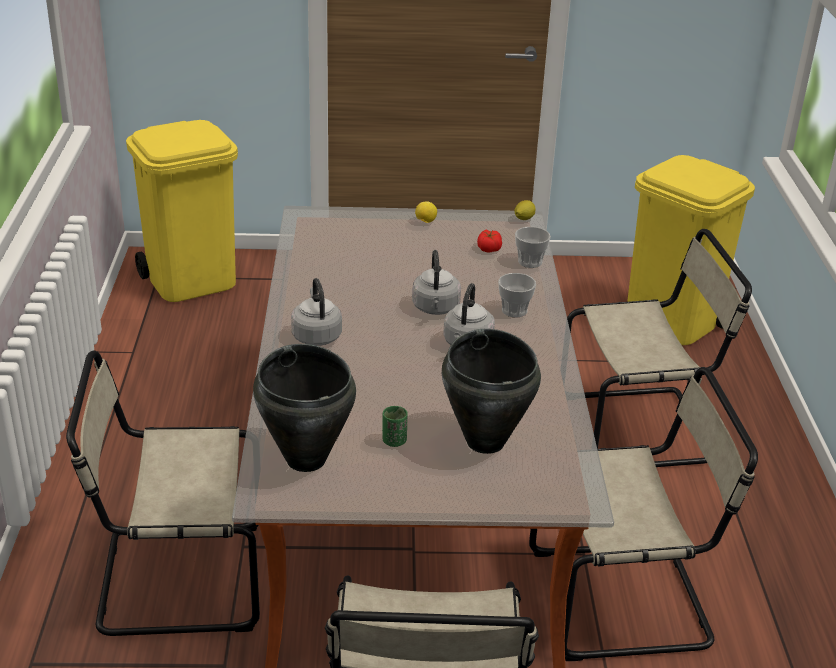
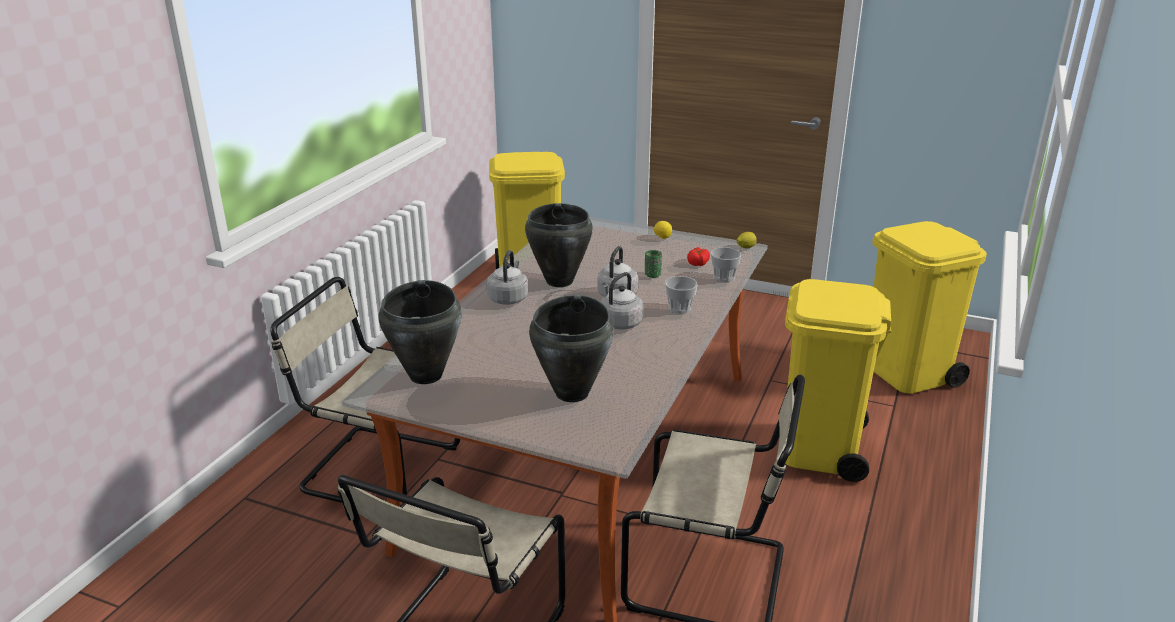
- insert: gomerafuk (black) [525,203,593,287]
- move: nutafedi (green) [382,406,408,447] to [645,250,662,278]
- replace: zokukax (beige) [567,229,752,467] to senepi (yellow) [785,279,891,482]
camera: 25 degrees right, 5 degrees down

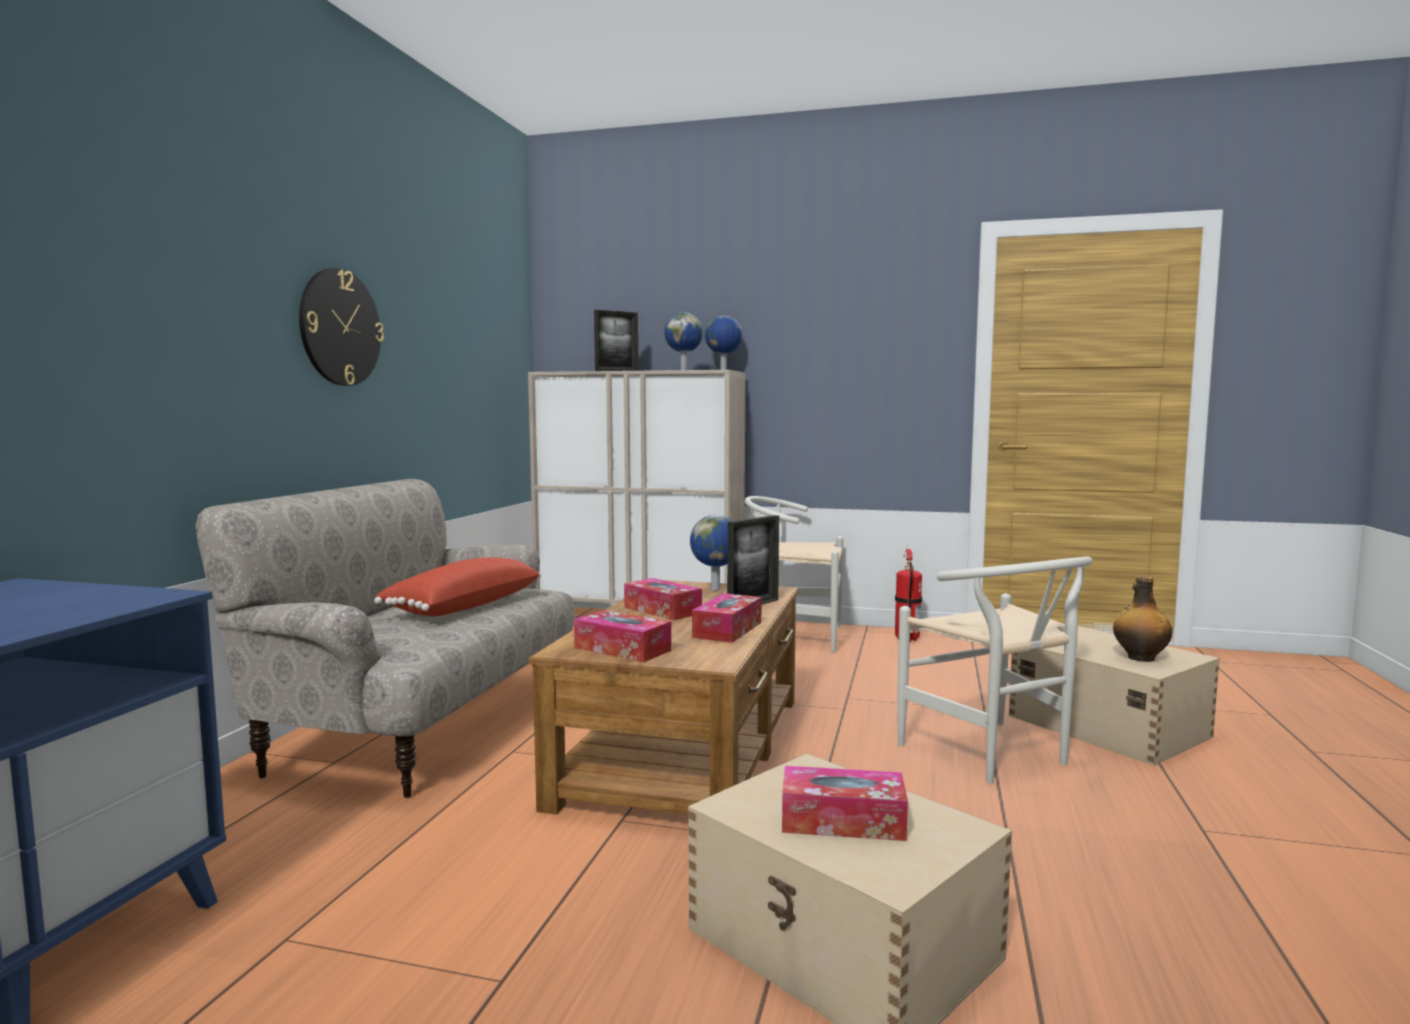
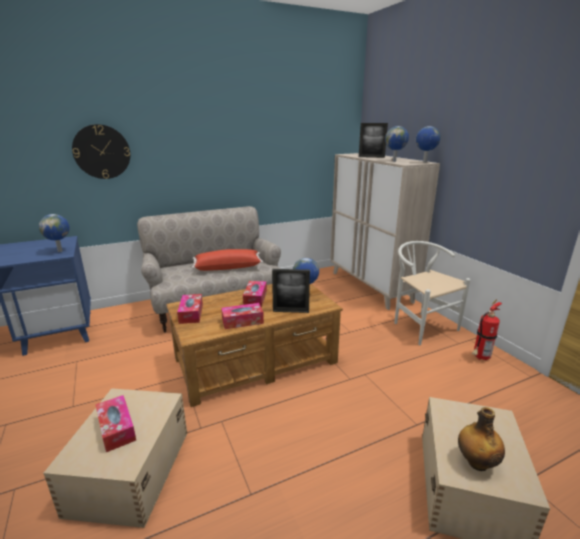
- delete: zokukax (white) [897,557,1093,783]
- insert: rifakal [39,214,70,252]
- move: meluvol [299,268,384,386] to [72,124,130,179]
camera: 50 degrees right, 15 degrees up

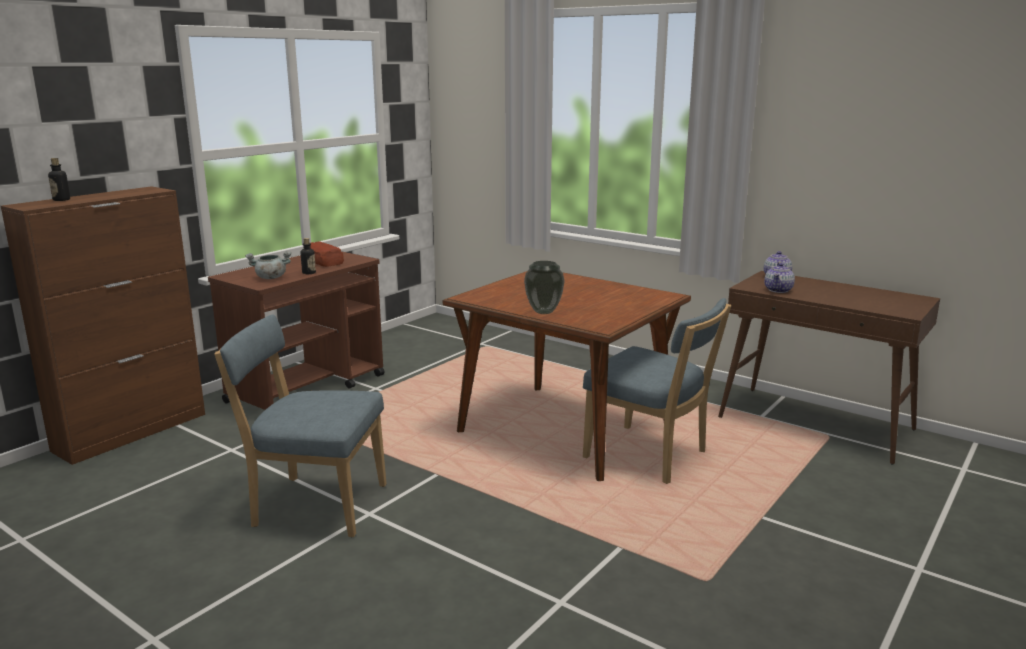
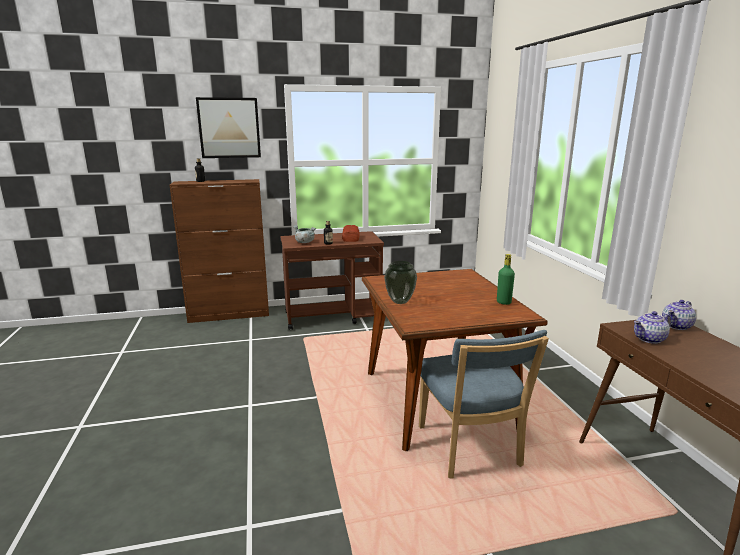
- delete: zokukax (blue) [214,314,387,537]
- insert: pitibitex [196,97,261,158]
- insert: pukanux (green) [497,254,515,305]
camera: 40 degrees right, 0 degrees up

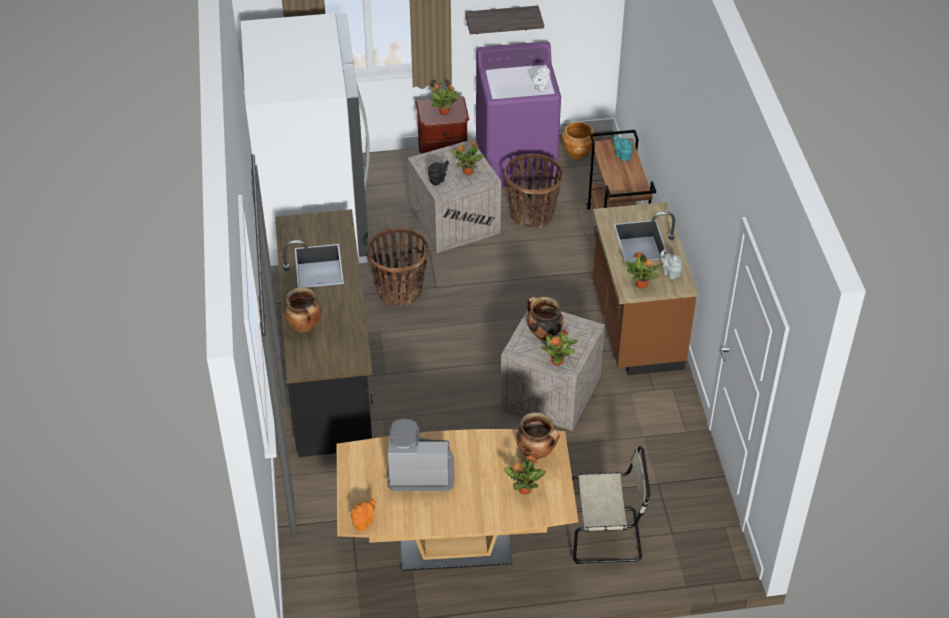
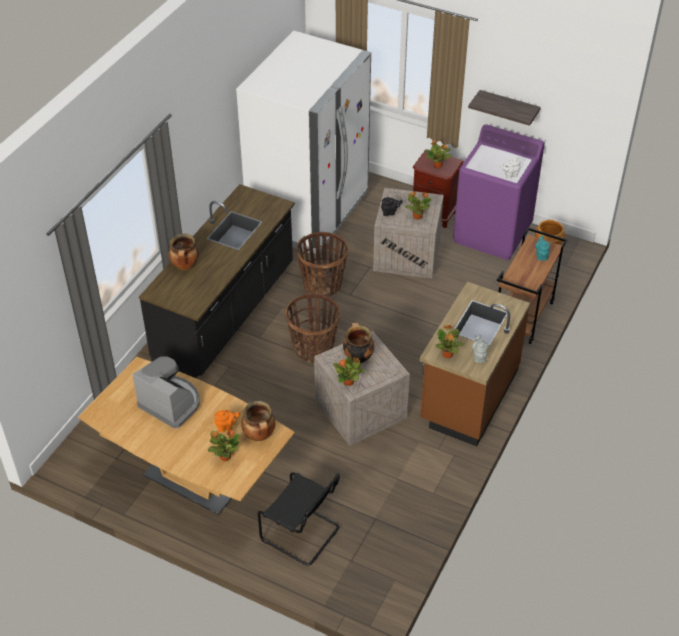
- move: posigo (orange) [351,499,376,532] to [214,410,240,432]
- move: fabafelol [505,154,563,228] to [286,293,340,363]
- recolor: zokukax (beige) [572,446,650,564] to zokukax (black) [258,472,340,566]
camera: 35 degrees right, 0 degrees up

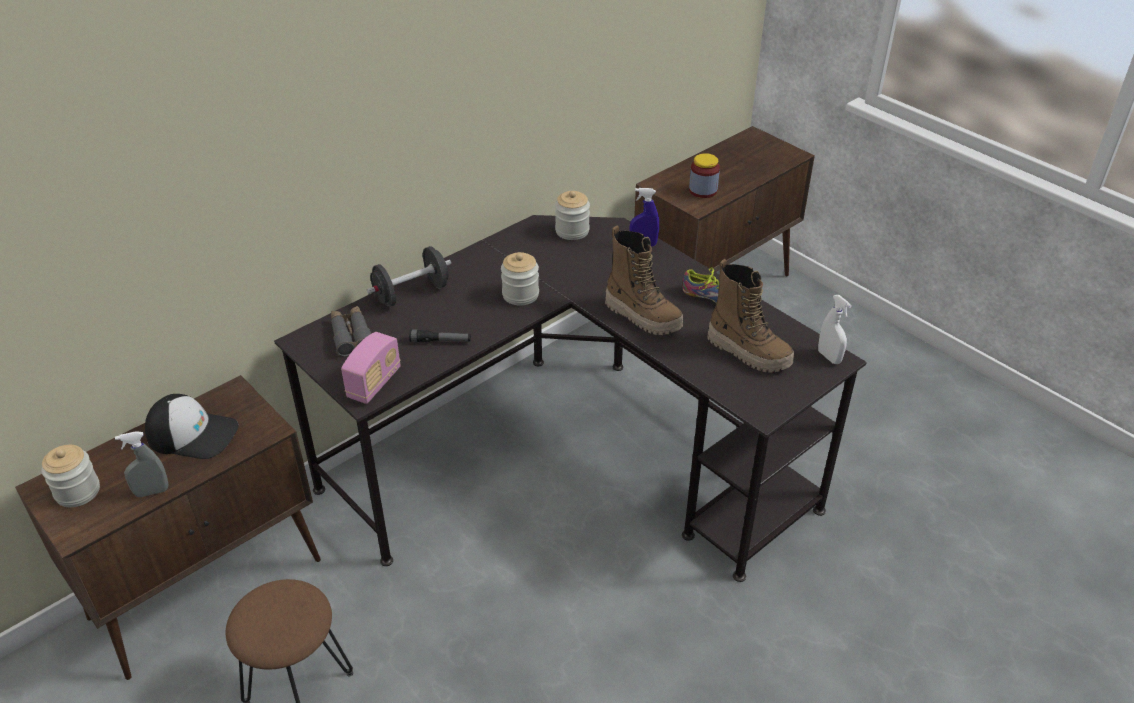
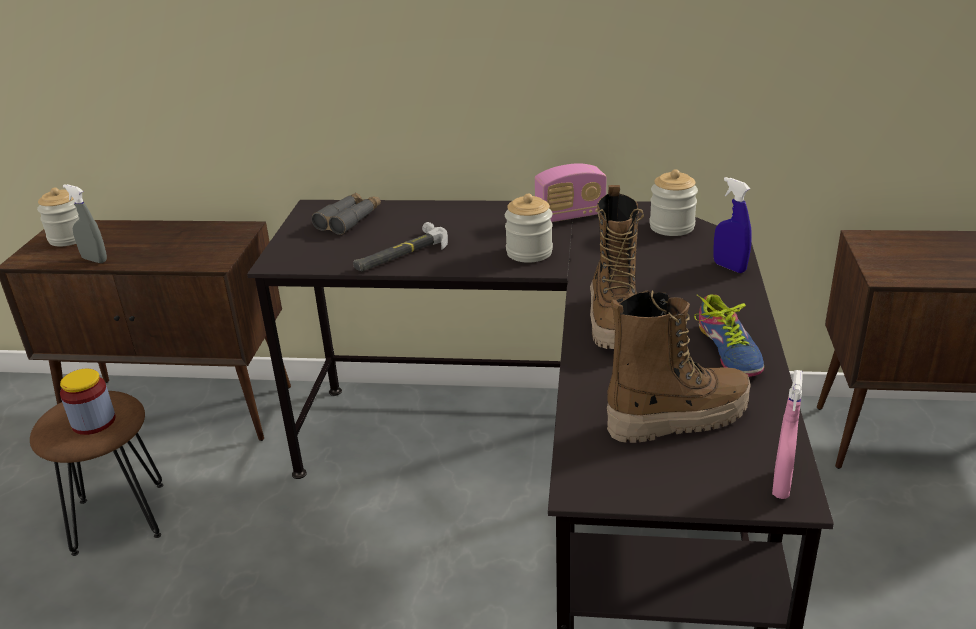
- delete: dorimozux [145,394,239,459]
- delete: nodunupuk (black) [367,246,451,307]
- move: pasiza [341,332,401,404] to [535,163,607,222]
- move: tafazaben [689,153,720,198] to [60,369,116,435]
- replace: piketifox [409,329,471,342] to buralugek [353,222,448,271]
- recolor: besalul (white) [818,295,852,364] to besalul (pink) [772,370,803,499]
- rotate: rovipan [707,259,794,373] = [607,290,751,443] 105 degrees counterclockwise
camera: 50 degrees right, 10 degrees down

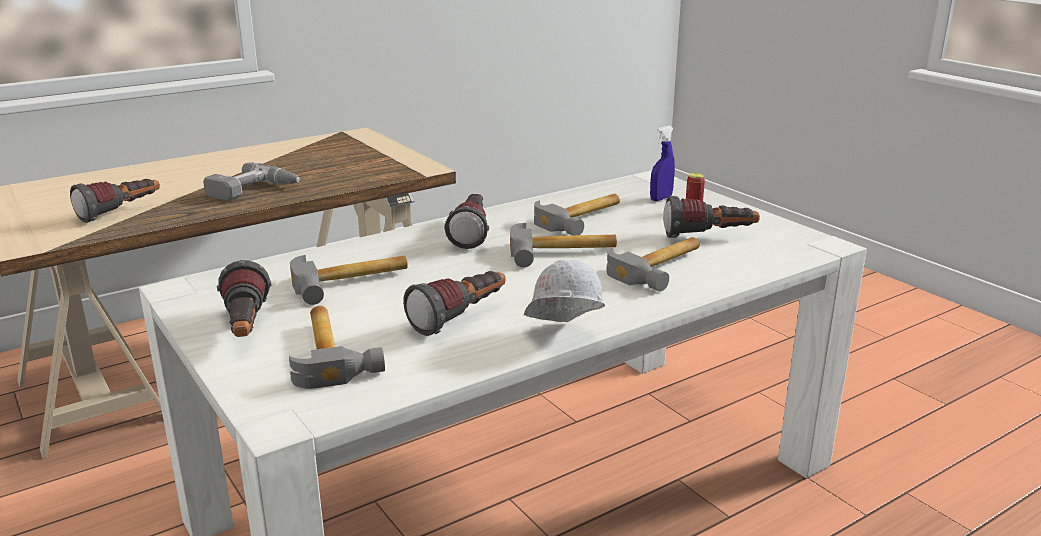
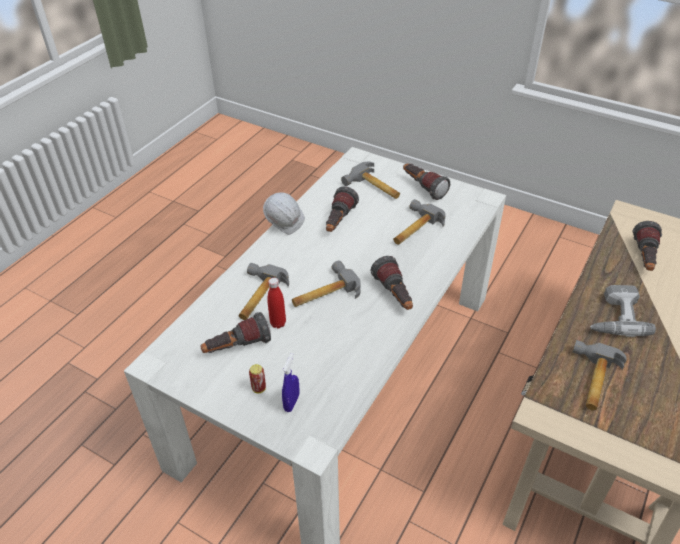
- insert: pukanux (red) [267,278,286,328]
- move: buralugek [534,194,620,235] to [572,340,627,411]
camera: 155 degrees right, 20 degrees up

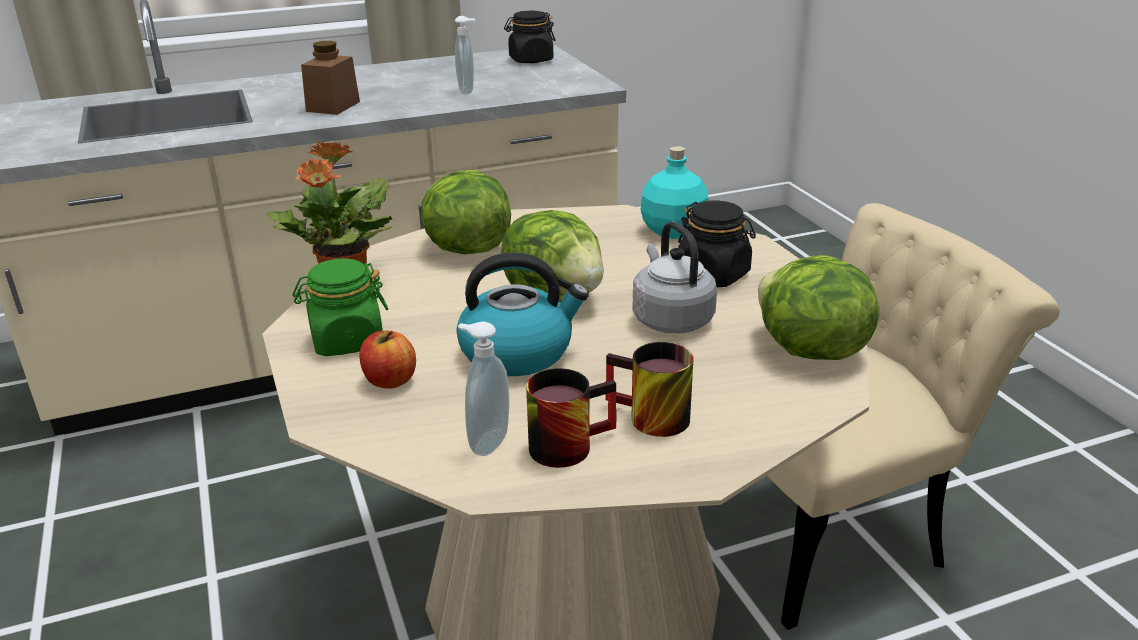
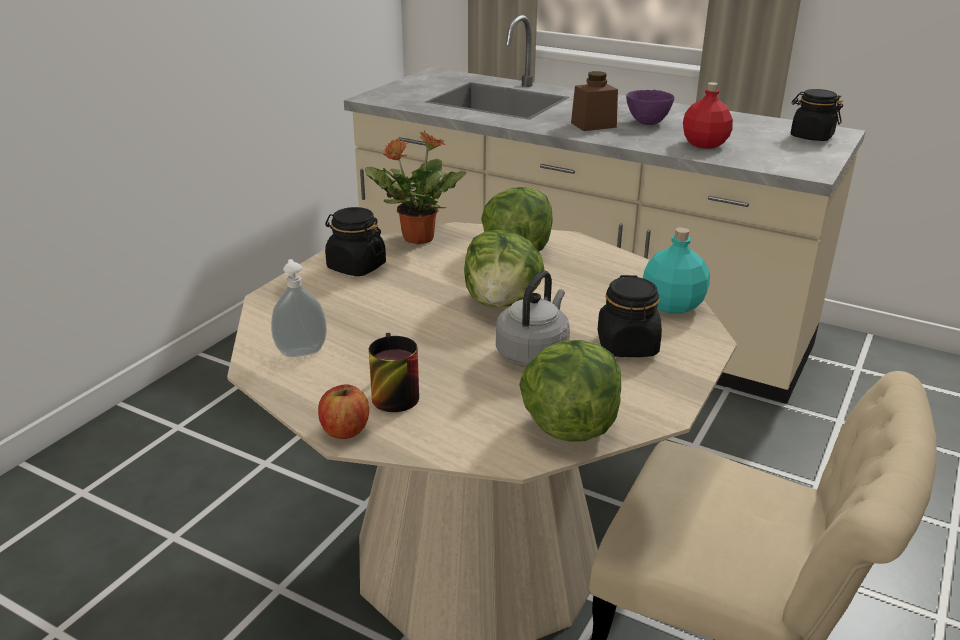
- delete: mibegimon [457,252,589,376]
- delete: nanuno [526,368,617,468]
- insert: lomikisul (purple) [626,90,674,125]
- move: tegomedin [359,331,416,389] to [318,384,369,439]
- replace: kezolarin [455,16,475,94] to pukanux (red) [683,82,733,149]
- recolor: tafazaben (green) [292,258,388,356] to tafazaben (black) [325,207,386,276]
camera: 50 degrees right, 0 degrees up

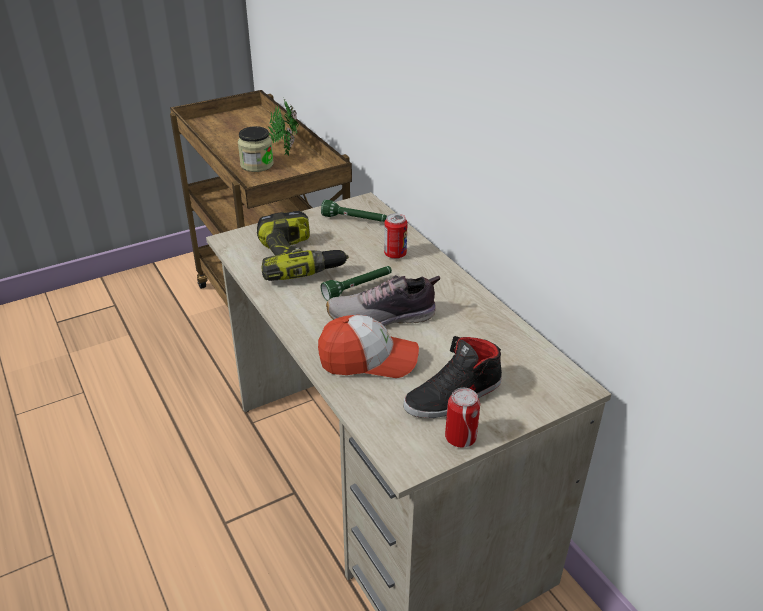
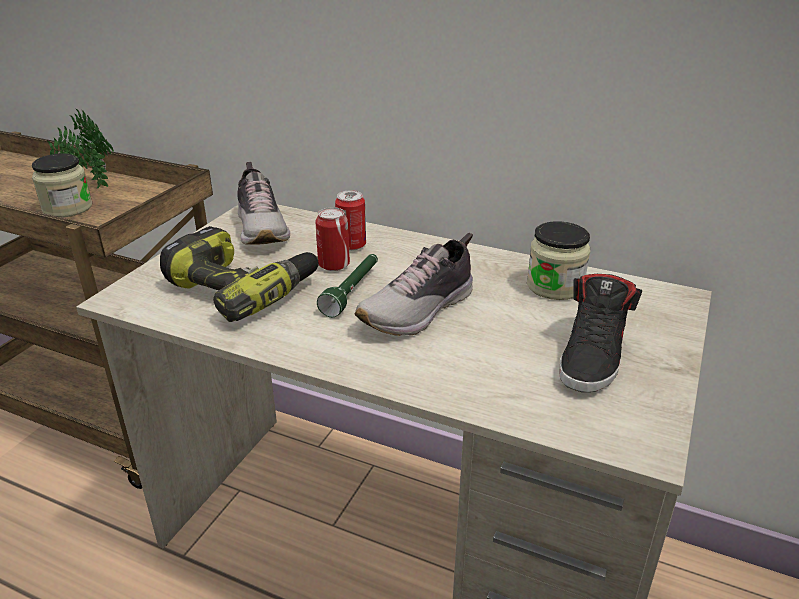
- delete: dorimozux [318,315,419,378]
- insert: tafazaben [527,221,590,300]
- move: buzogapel [445,388,480,448] to [316,207,350,271]
- replace: piketifox (green) [321,200,387,222] to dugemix [238,162,290,245]
camera: 35 degrees left, 5 degrees down

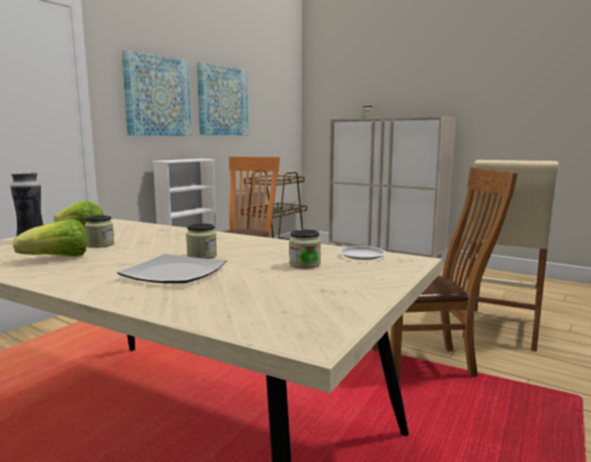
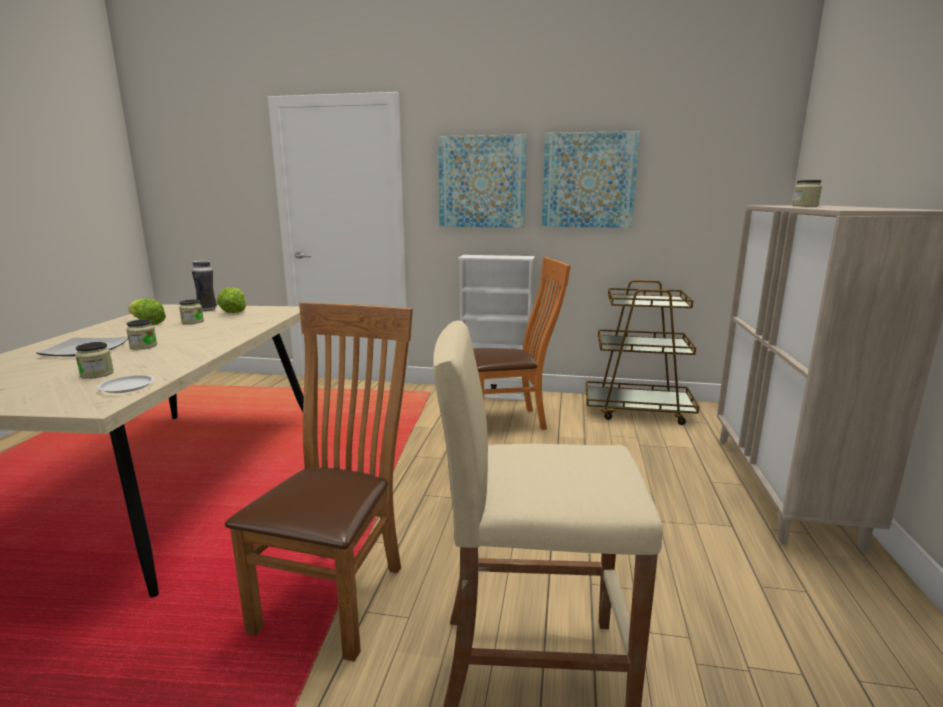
- rotate: zokukax (brown) [372,167,518,383] = [225,302,413,662] 135 degrees counterclockwise
camera: 65 degrees right, 5 degrees up

